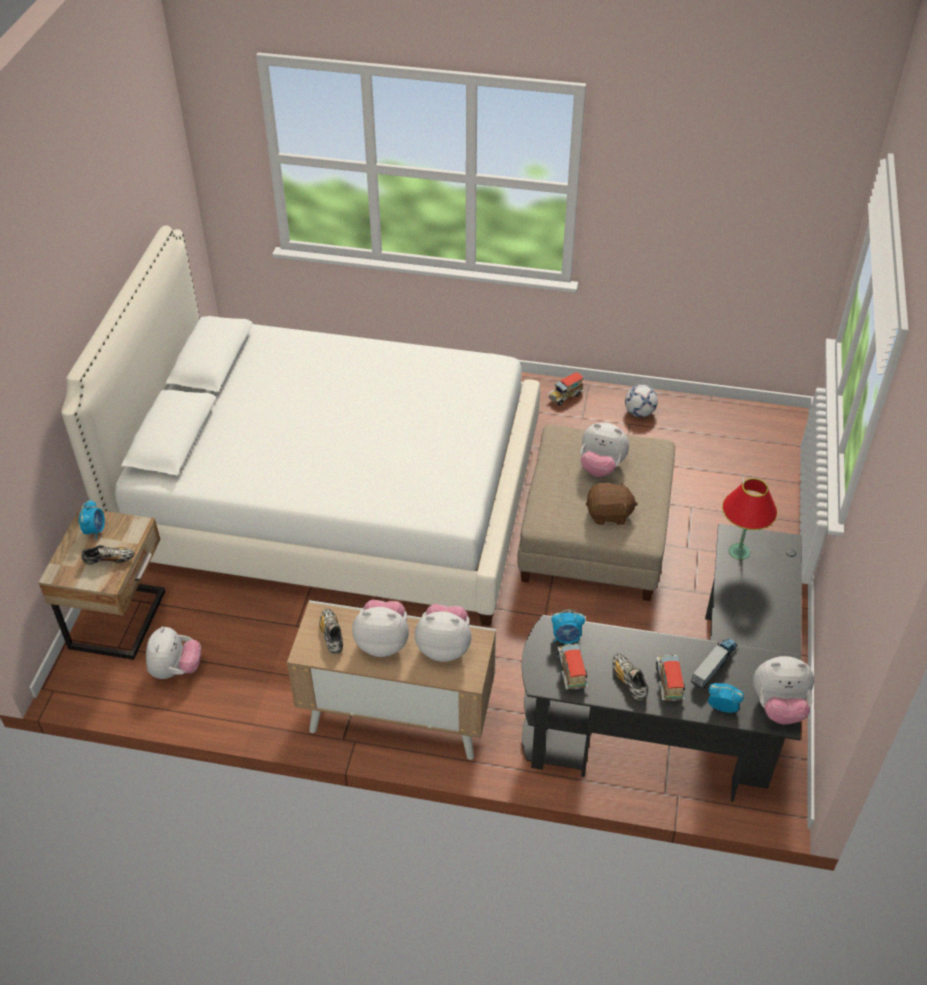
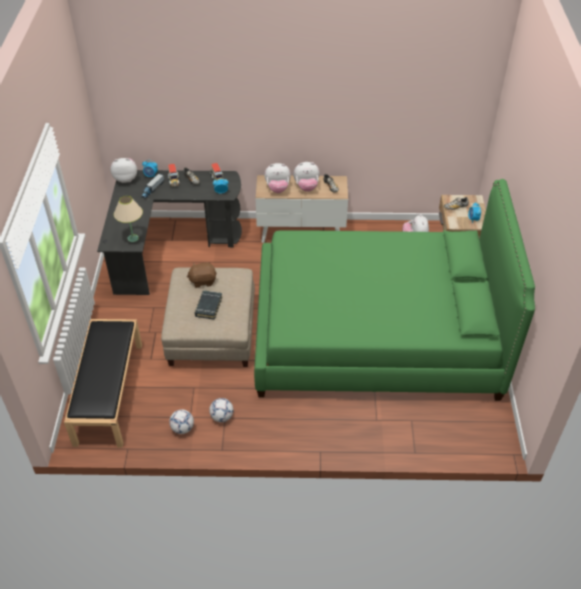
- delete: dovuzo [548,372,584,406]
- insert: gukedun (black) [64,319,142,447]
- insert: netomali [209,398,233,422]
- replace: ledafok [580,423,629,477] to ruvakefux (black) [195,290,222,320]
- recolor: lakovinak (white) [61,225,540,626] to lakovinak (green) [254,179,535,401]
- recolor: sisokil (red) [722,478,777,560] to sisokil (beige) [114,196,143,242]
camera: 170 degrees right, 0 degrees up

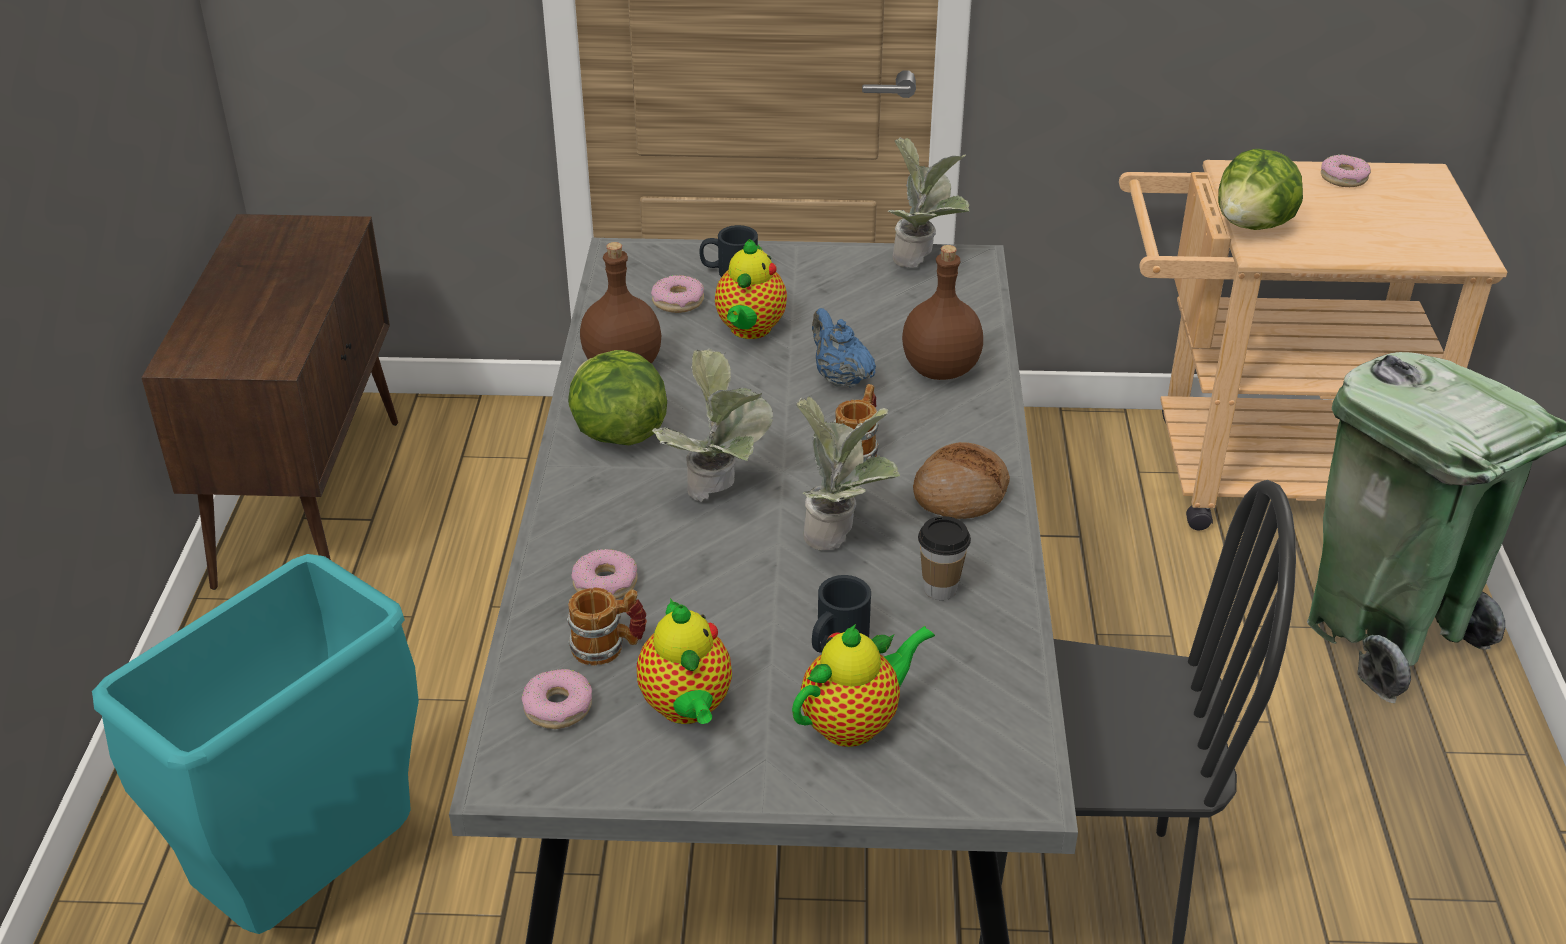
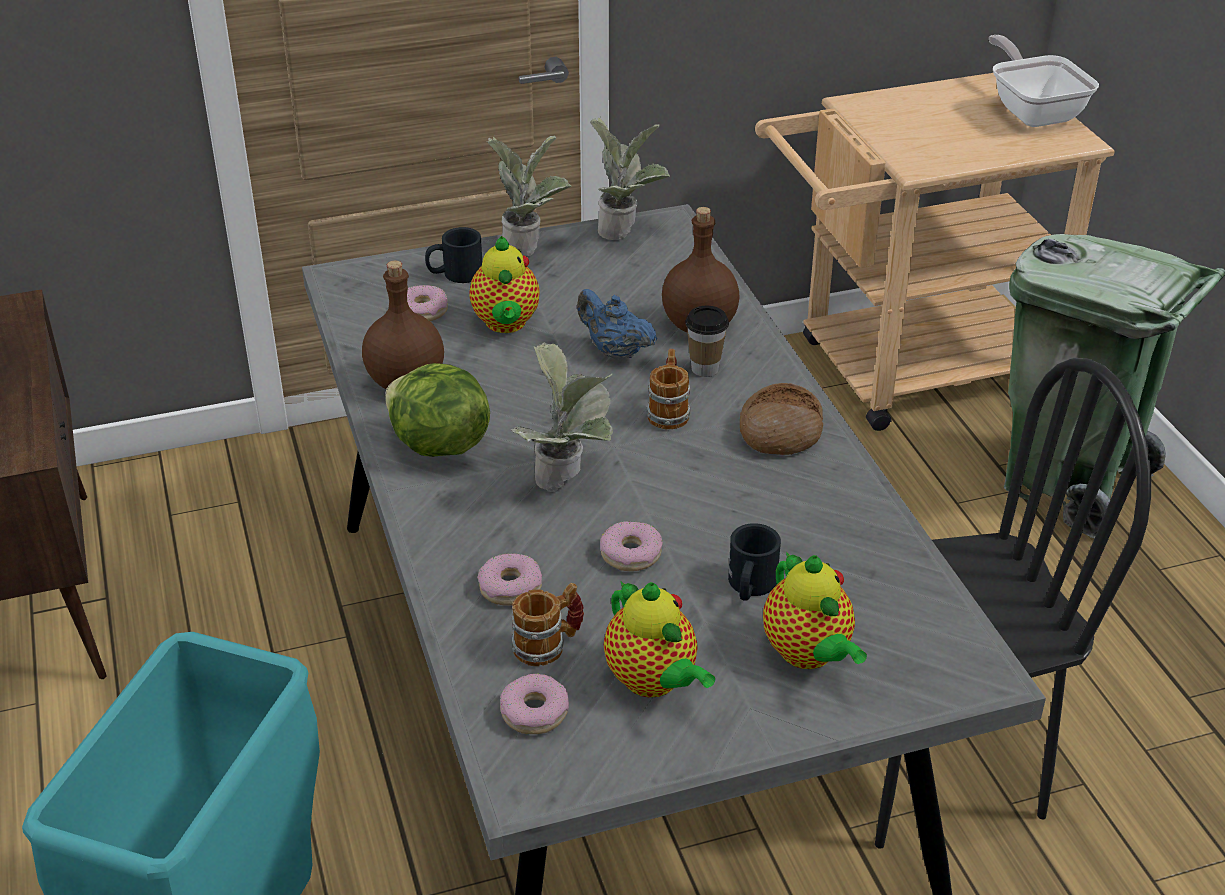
- delete: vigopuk [1218,149,1303,230]
- insert: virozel [989,35,1099,127]
- move: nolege [796,394,900,550] to [486,136,572,256]
- move: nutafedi [918,516,971,600] to [685,306,729,377]
- move: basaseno [1321,154,1371,187] to [600,521,663,571]
- rotate: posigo [792,624,935,747] = [763,552,867,669] 120 degrees clockwise
camera: 20 degrees left, 0 degrees up

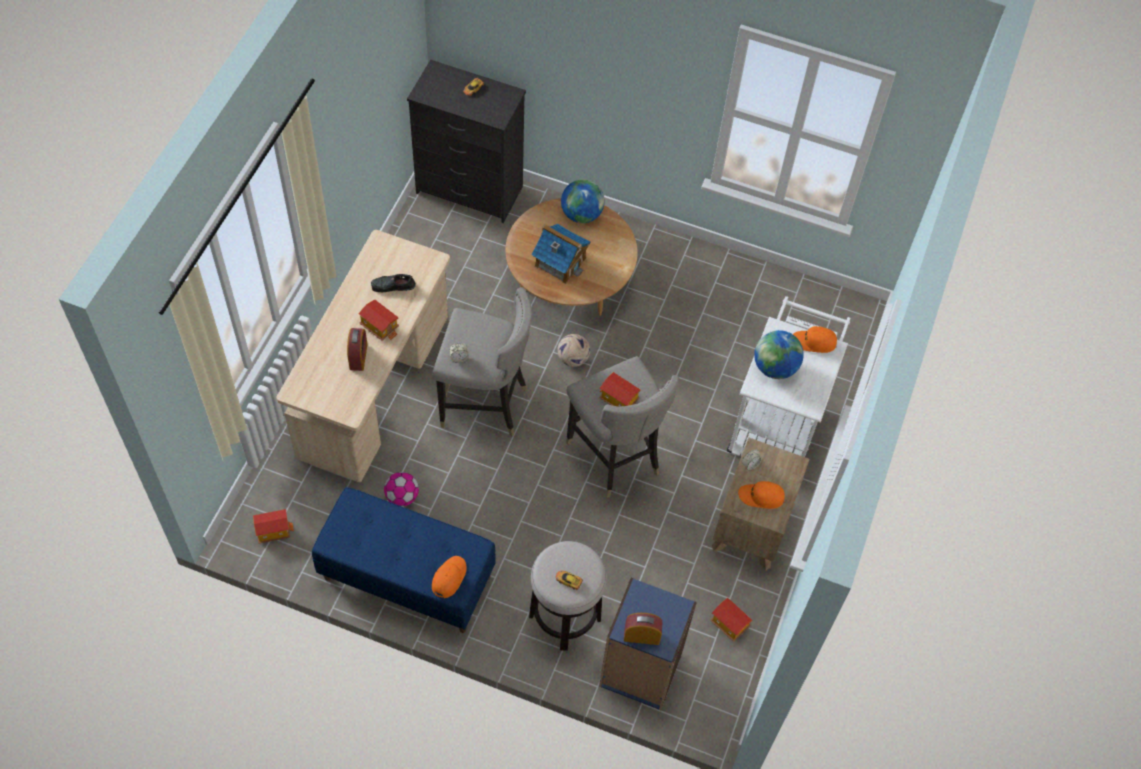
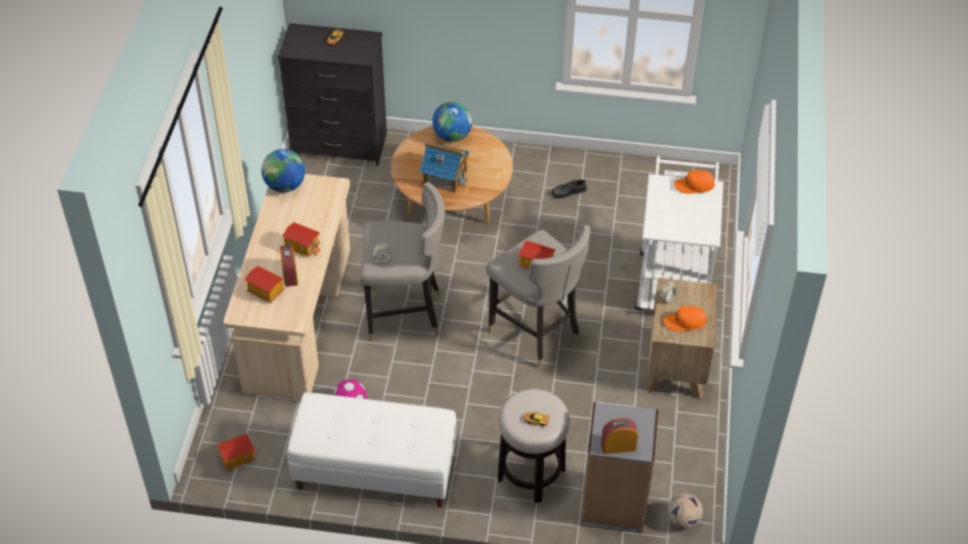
- delete: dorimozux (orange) [432,556,467,598]
- move: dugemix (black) [371,274,416,292] to [552,179,587,199]
- move: netomali [557,334,590,367] to [667,493,703,529]
- move: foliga [711,598,752,642] to [245,266,285,303]
- move: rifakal [754,330,804,379] to [261,149,305,193]
- recolor: gukedun (blue) [312,487,496,633] to gukedun (white) [287,392,456,508]
- recolor: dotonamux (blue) [599,578,697,710] to dotonamux (grey) [580,402,658,533]
camera: 10 degrees left, 10 degrees down

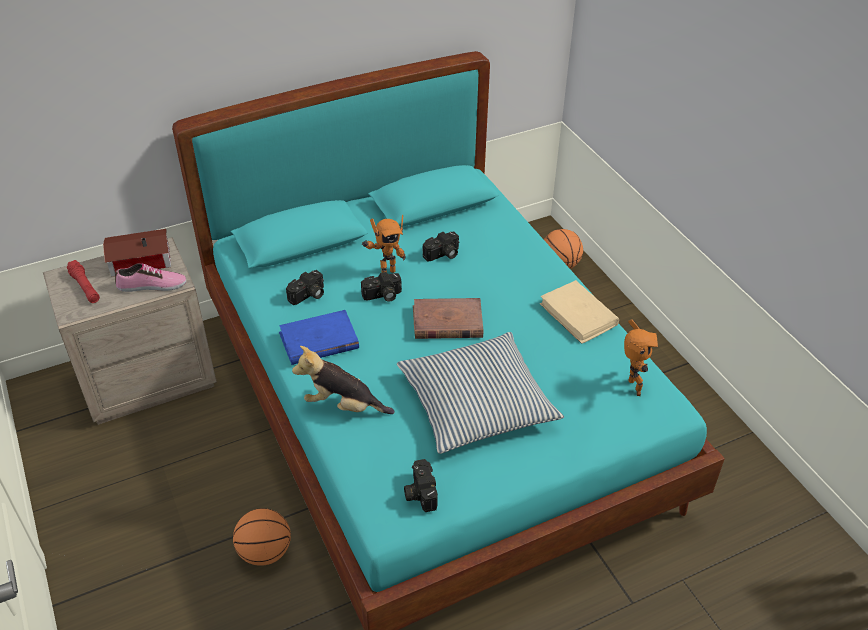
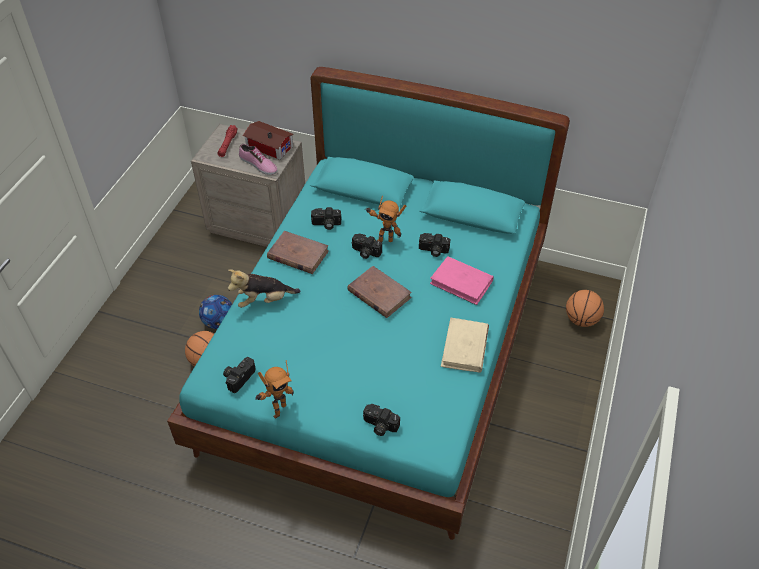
- delete: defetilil [397,332,564,454]
- insert: netomali [199,295,232,329]
- insert: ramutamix [363,404,400,436]
- insert: ruvakefux (pink) [430,256,494,305]
- move: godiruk [624,319,658,396] to [255,360,293,419]
- recolor: ruvakefux (blue) [279,310,359,365] to ruvakefux (brown) [267,231,329,274]
- rotate: ledafok [292,346,395,414] = [228,269,301,308] 75 degrees counterclockwise
camera: 45 degrees right, 5 degrees up

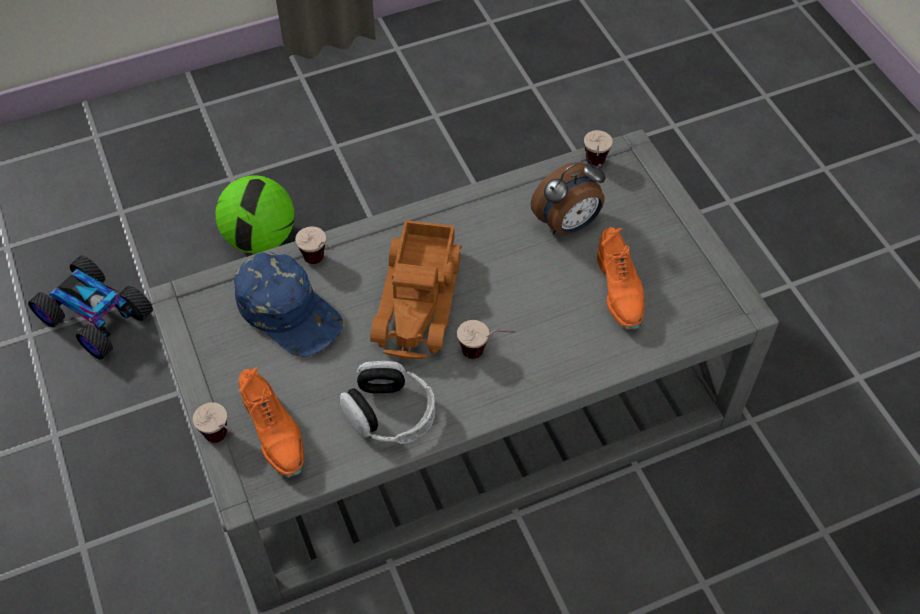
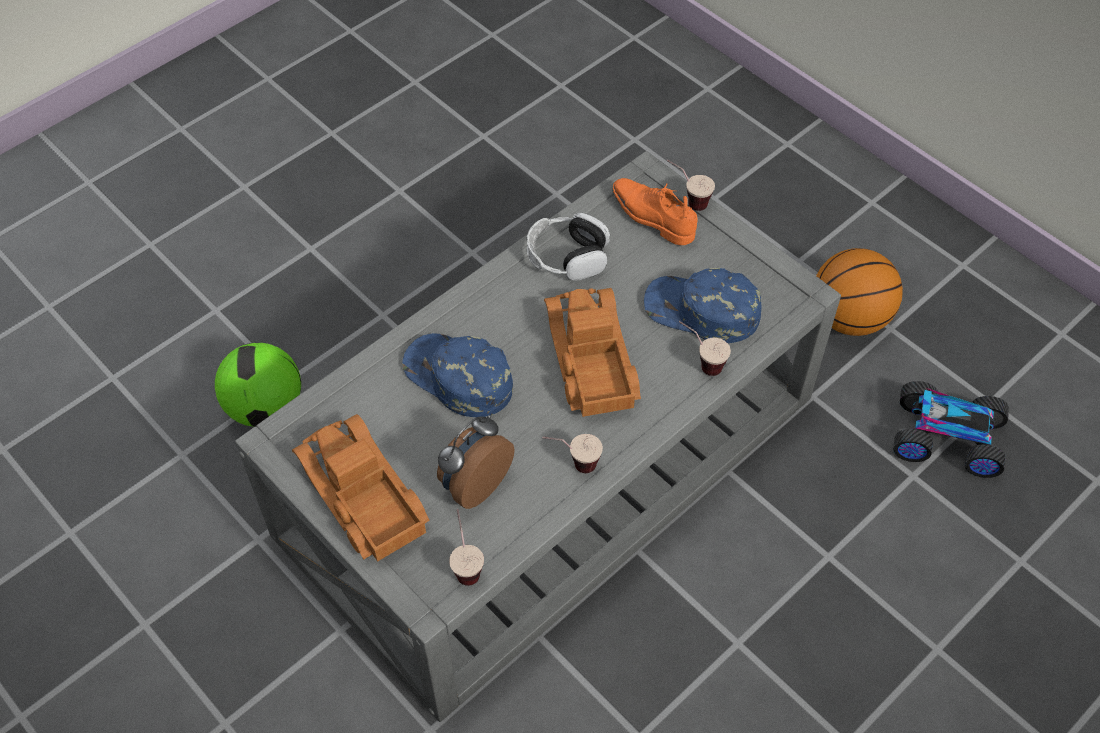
- delete: dugemix (orange) [597,227,644,330]
- insert: dovuzo [292,414,430,562]
- insert: dorimozux (blue) [402,333,513,417]
- insert: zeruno [816,248,903,336]
- move: netomali [215,175,295,254] to [215,343,301,427]
- move: nutafedi [457,320,515,359] to [542,434,603,473]
camera: 160 degrees right, 0 degrees up

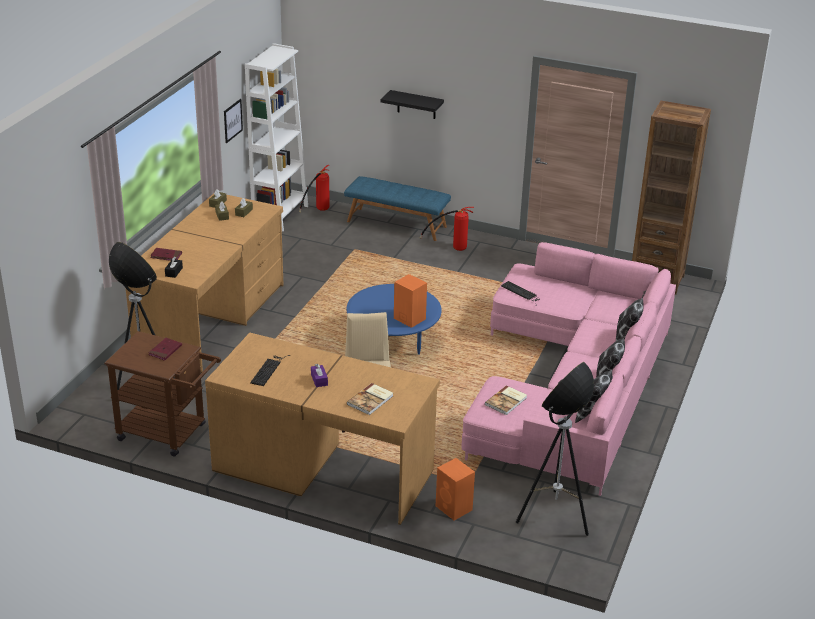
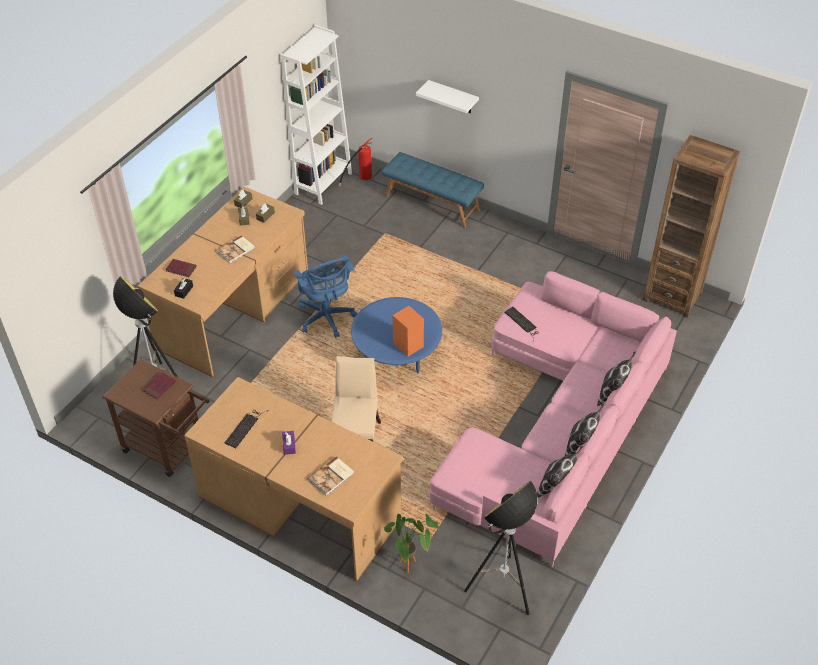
- delete: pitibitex [224,99,243,143]
- delete: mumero [420,207,474,251]
- insert: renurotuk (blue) [294,255,357,338]
- move: ruvakefux [485,385,527,415] to [216,235,255,263]
- replace: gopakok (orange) [436,458,475,521] to nolege [384,514,439,573]
- recolor: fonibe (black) [381,90,444,119] to fonibe (white) [416,80,479,113]
camera: 10 degrees right, 15 degrees up

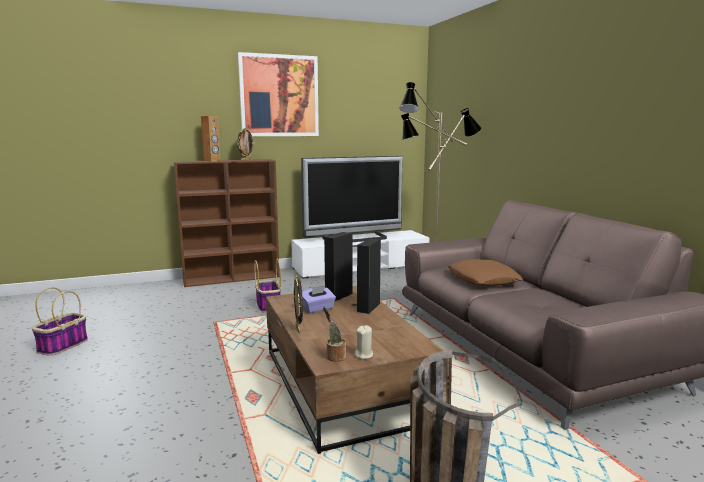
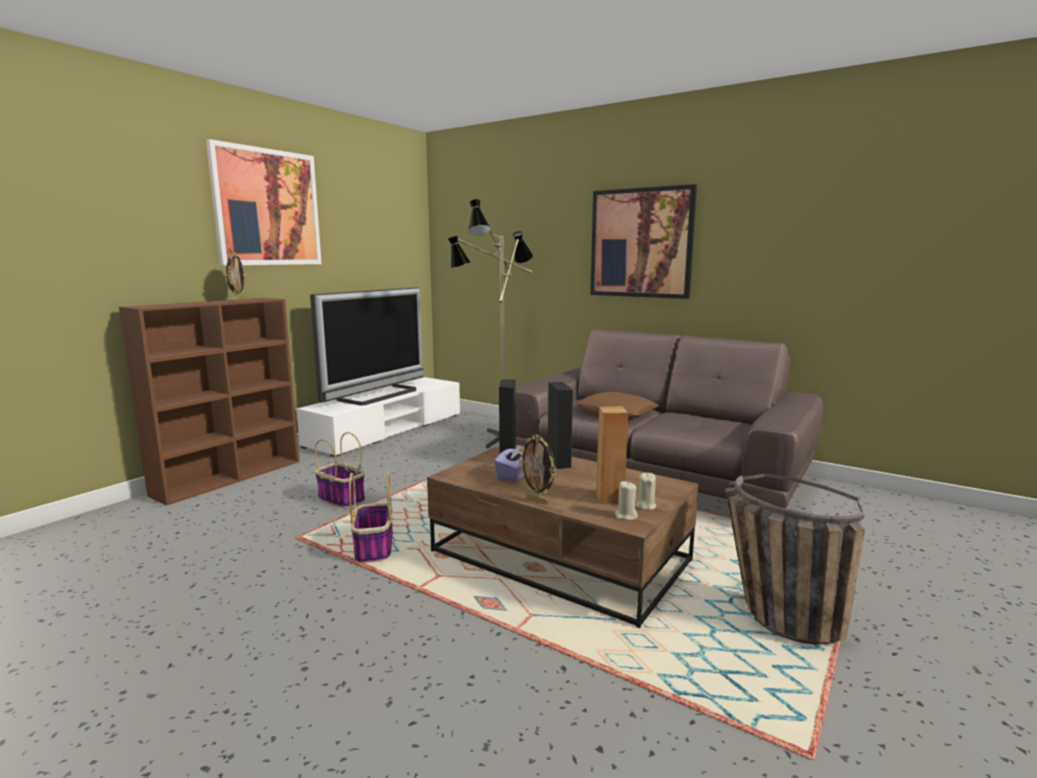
- insert: pitibitex [590,184,697,299]
- move: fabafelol [32,287,88,356] to [349,471,393,563]
- move: gopakok (brown) [201,116,221,161] to [596,406,628,504]
- replace: nolege [323,307,346,362] to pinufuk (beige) [615,481,638,520]
camera: 35 degrees left, 0 degrees up

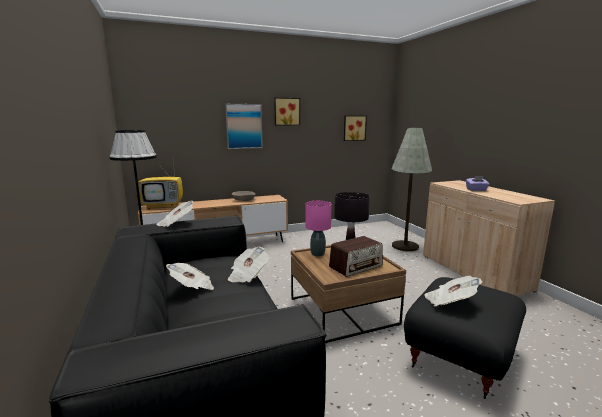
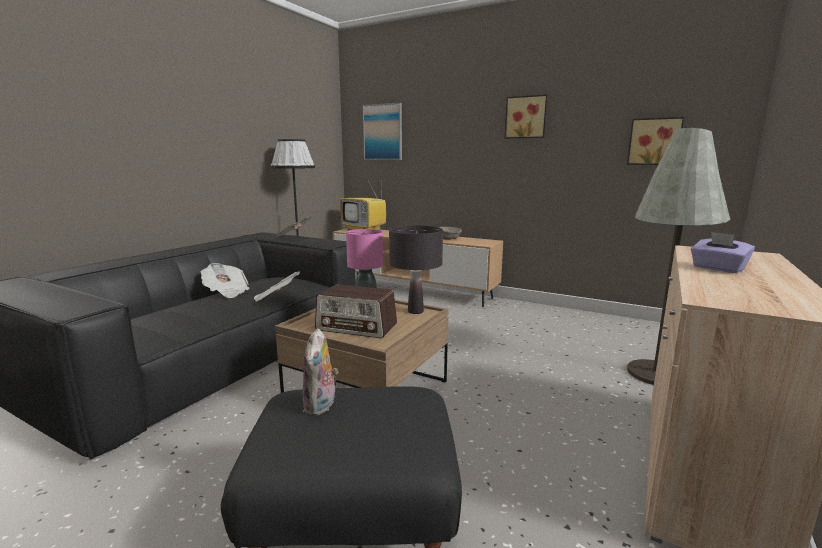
- move: pitibitex [225,104,263,149] to [363,103,402,160]
- replace: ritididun [424,276,482,306] to ledafok [303,328,339,416]
camera: 50 degrees right, 0 degrees up

